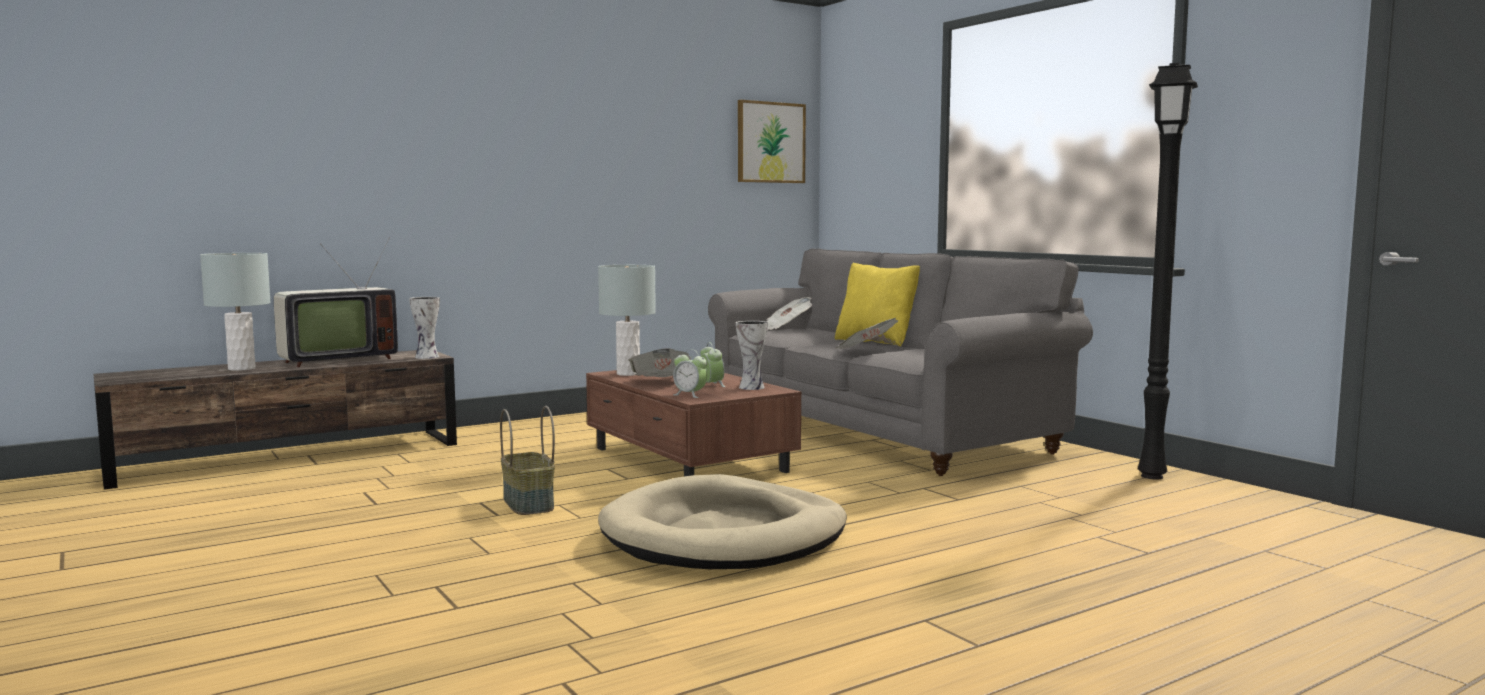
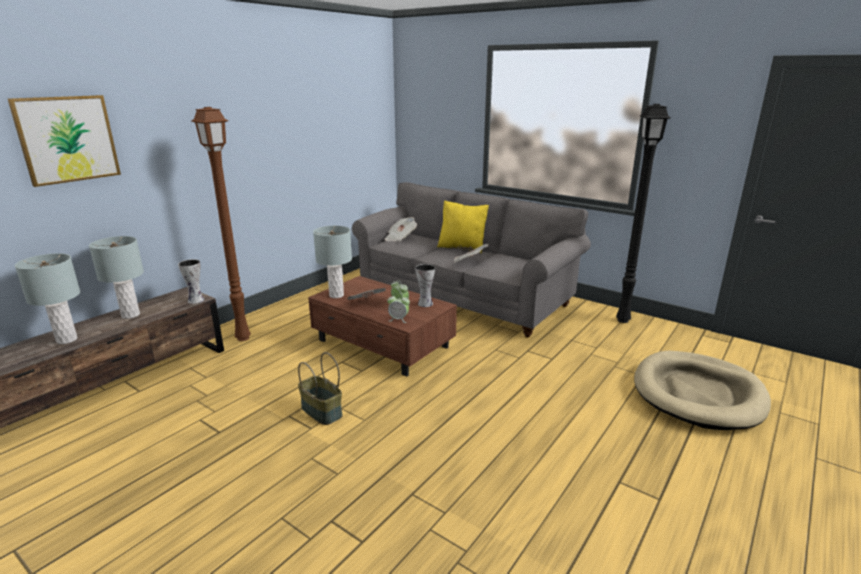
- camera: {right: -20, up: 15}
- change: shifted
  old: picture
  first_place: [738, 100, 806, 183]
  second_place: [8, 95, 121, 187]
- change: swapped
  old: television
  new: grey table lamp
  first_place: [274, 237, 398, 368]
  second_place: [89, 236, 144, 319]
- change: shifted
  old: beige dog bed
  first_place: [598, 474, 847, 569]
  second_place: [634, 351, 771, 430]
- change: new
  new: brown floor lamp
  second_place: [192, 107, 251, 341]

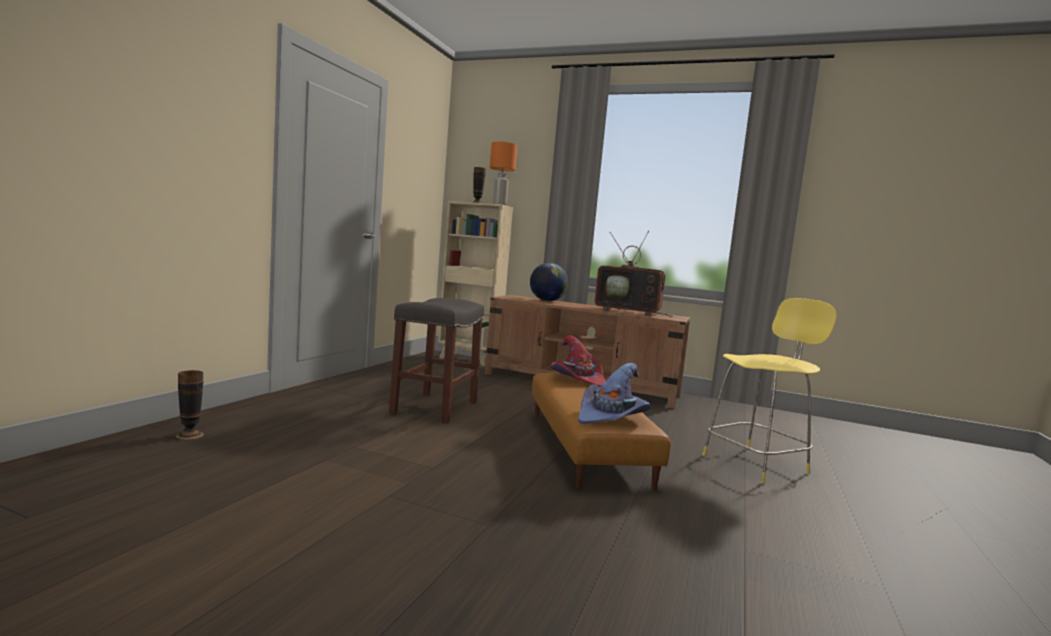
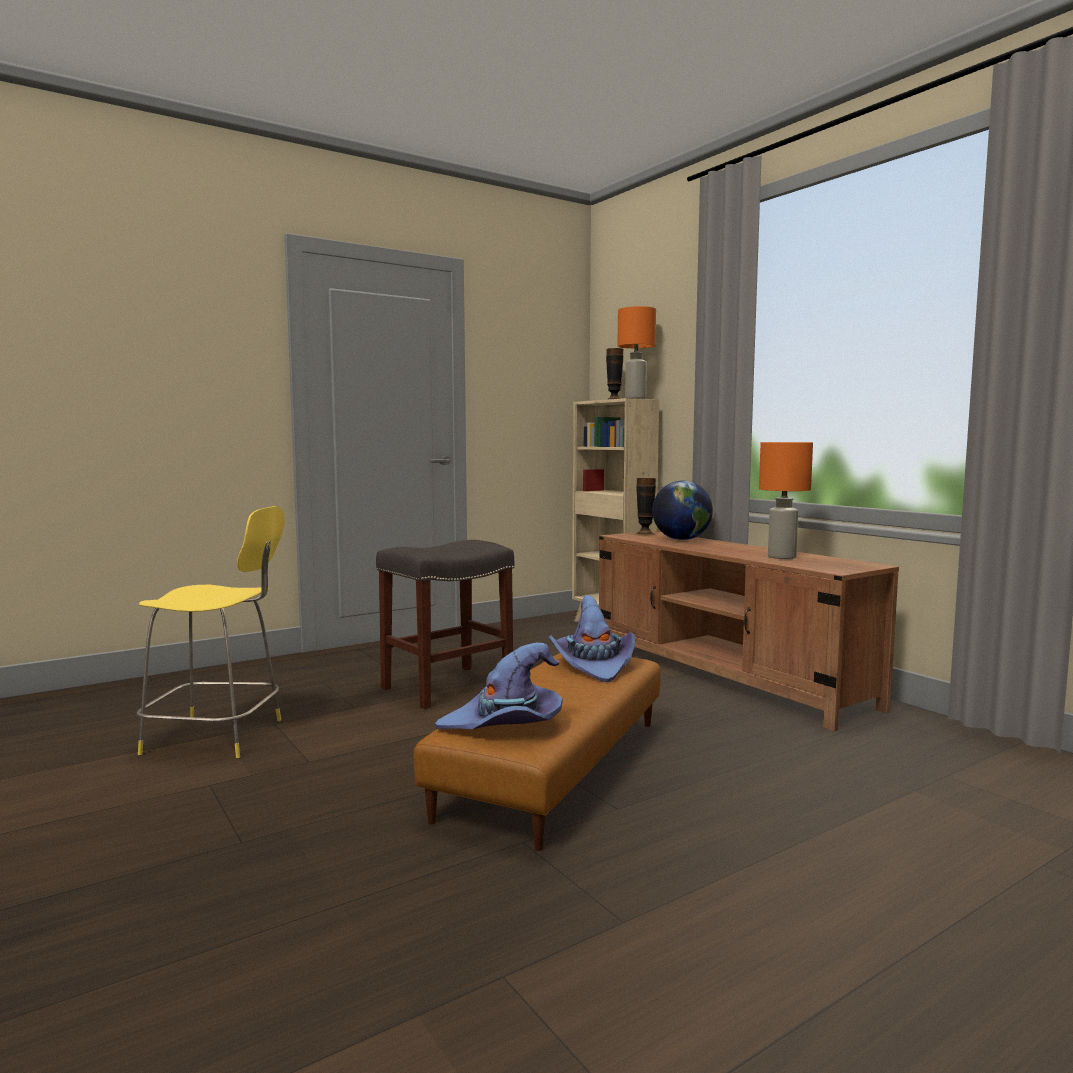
- camera: {right: 35, up: 0}
- change: swapped
  old: television
  new: orange table lamp
  first_place: [595, 231, 673, 317]
  second_place: [759, 442, 813, 559]
- change: shifted
  old: yellow stool
  first_place: [702, 298, 837, 483]
  second_place: [137, 506, 285, 758]
- change: repainted
  old: red hat
  new: purple hat
  first_place: [551, 335, 606, 387]
  second_place: [548, 595, 635, 682]
- change: shifted
  old: vase
  first_place: [176, 370, 204, 440]
  second_place: [635, 478, 656, 536]

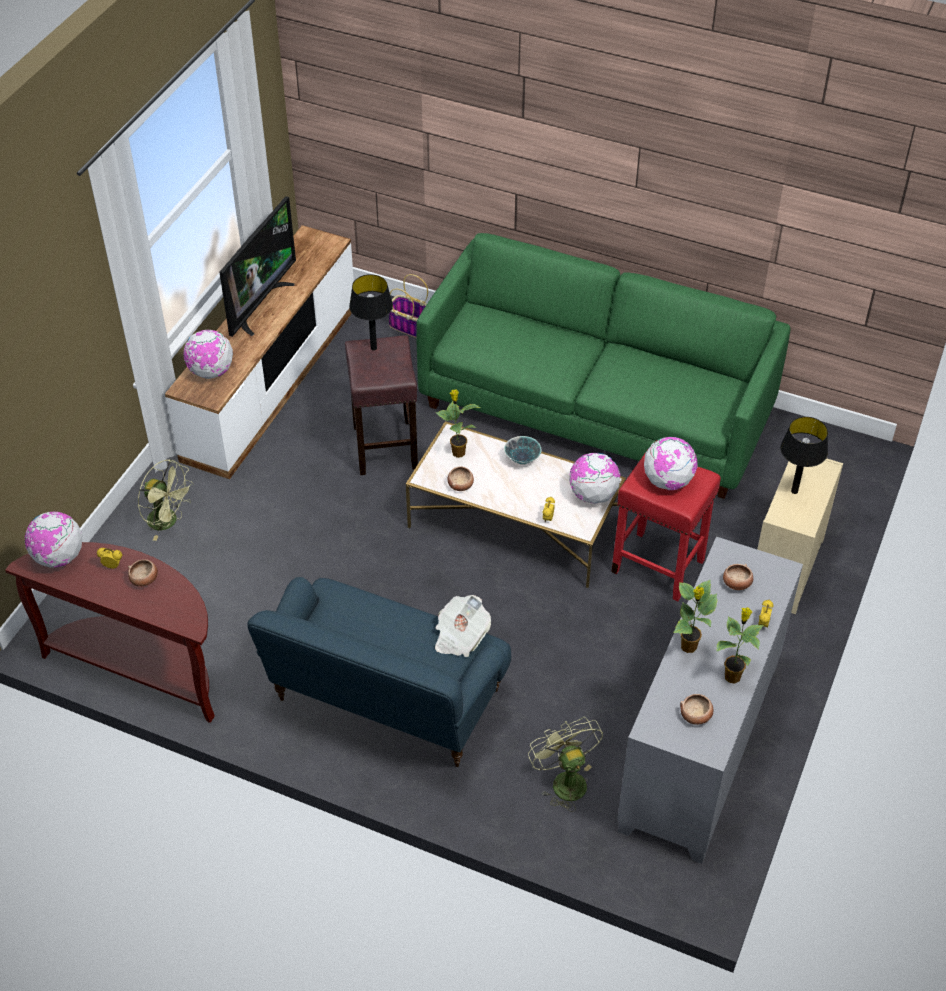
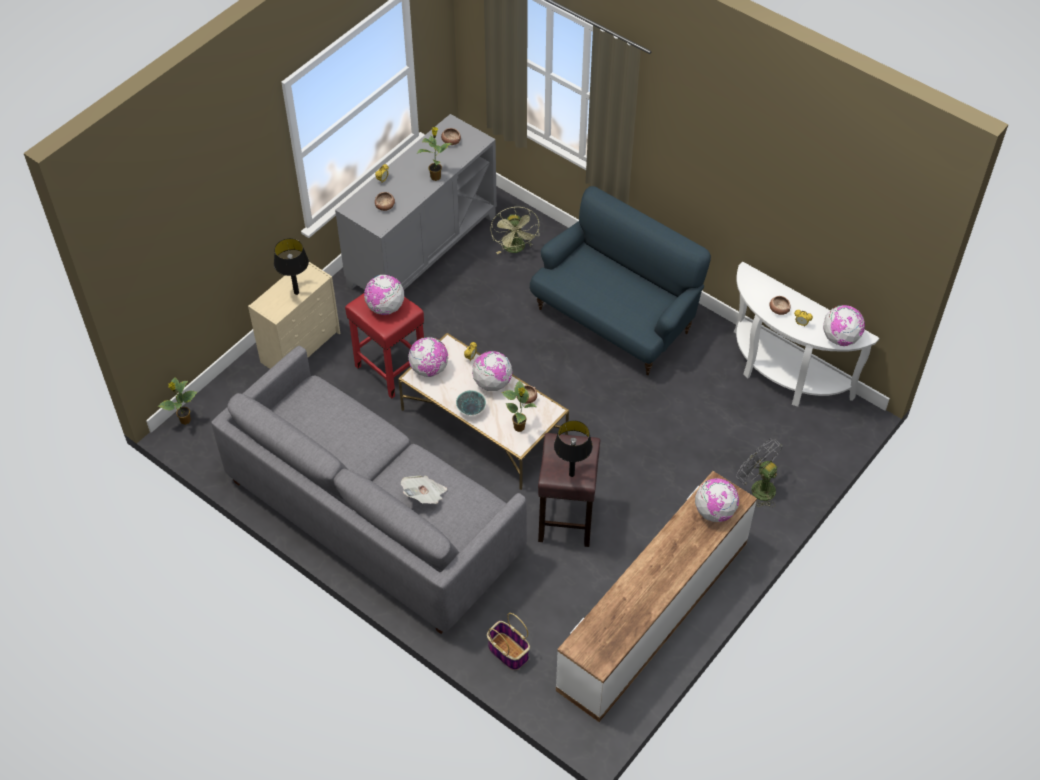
- camera: {right: -165, up: 5}
- change: gone
  old: television
  first_place: [219, 196, 296, 337]
- change: repainted
  old: green sofa
  new: grey sofa
  first_place: [416, 233, 790, 499]
  second_place: [211, 346, 527, 634]
- change: repainted
  old: green fan
  new: grey fan
  first_place: [138, 459, 194, 541]
  second_place: [736, 439, 783, 507]
- change: repainted
  old: brown console table
  new: white console table
  first_place: [5, 542, 215, 723]
  second_place: [734, 261, 879, 407]
- change: shifted
  old: newspaper
  first_place: [435, 595, 491, 657]
  second_place: [401, 476, 447, 504]
- change: shifted
  old: potted plant
  first_place: [716, 607, 764, 684]
  second_place: [158, 377, 197, 425]
- change: new
  new: globe
  second_place: [472, 351, 512, 391]

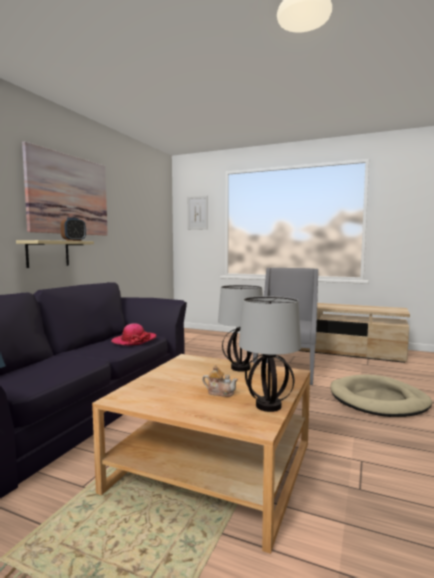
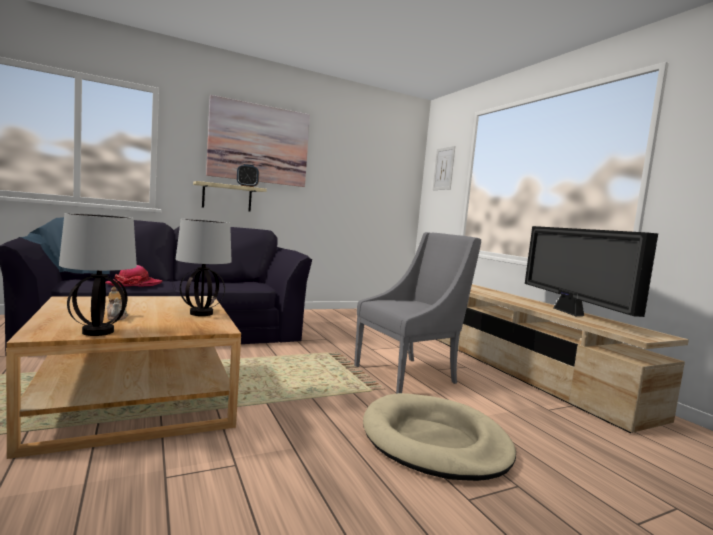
- camera: {right: 40, up: 0}
- change: shifted
  old: hat
  first_place: [111, 323, 156, 346]
  second_place: [105, 265, 162, 287]
- change: new
  new: television
  second_place: [525, 226, 658, 317]

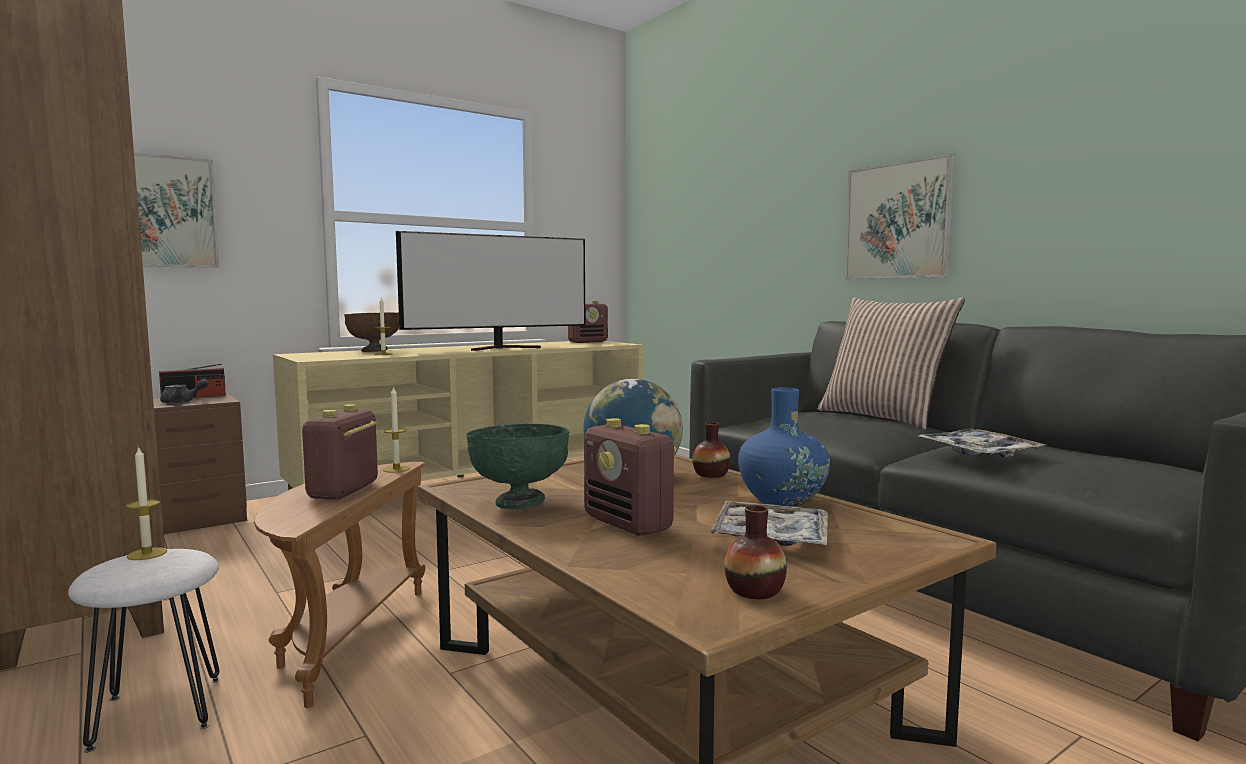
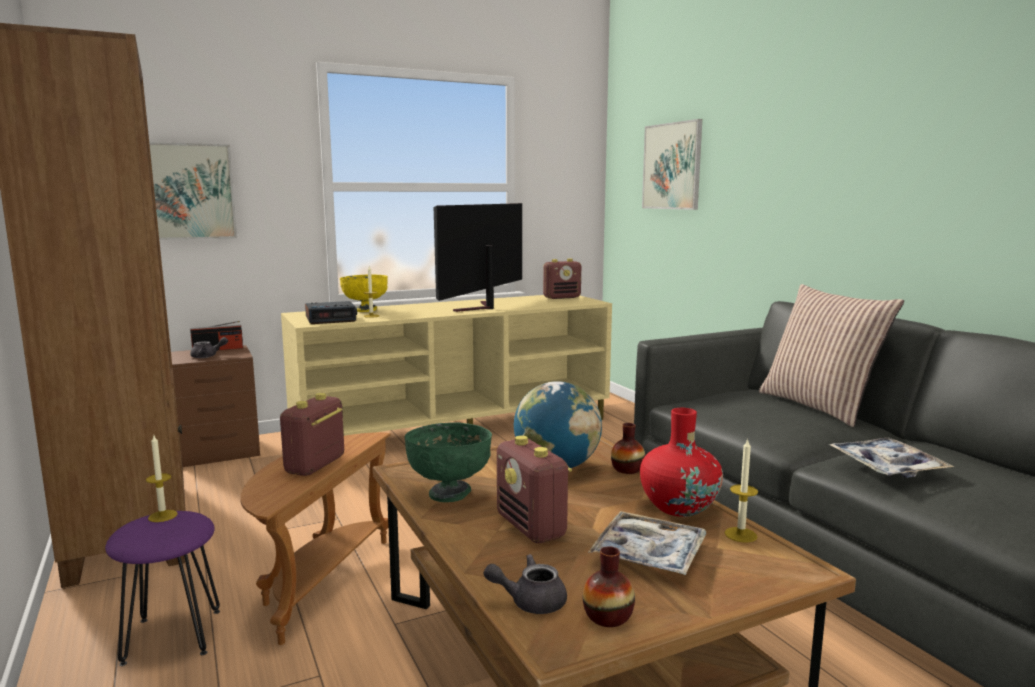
- camera: {right: 10, up: 5}
- change: shifted
  old: picture
  first_place: [845, 154, 955, 279]
  second_place: [642, 119, 702, 210]
- change: rotated
  old: television
  first_place: [396, 231, 585, 351]
  second_place: [434, 203, 522, 312]
  degrees: 135
- change: repainted
  old: brown bowl
  new: yellow bowl
  first_place: [344, 312, 399, 352]
  second_place: [340, 274, 388, 312]
- change: shifted
  old: candle
  first_place: [383, 386, 410, 473]
  second_place: [725, 438, 758, 543]
- change: repainted
  old: blue vase
  new: red vase
  first_place: [738, 387, 830, 507]
  second_place: [640, 408, 723, 517]
- change: repainted
  old: white stool
  new: purple stool
  first_place: [68, 549, 220, 752]
  second_place: [105, 511, 220, 666]
- change: new
  new: alarm clock
  second_place: [305, 301, 357, 324]
- change: new
  new: grey teapot
  second_place: [484, 554, 567, 614]

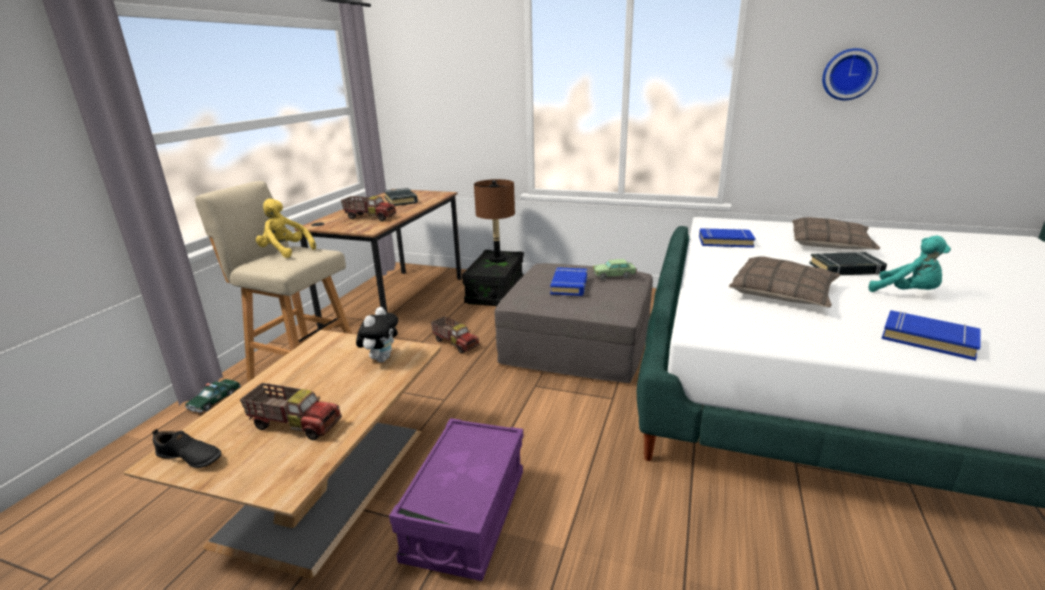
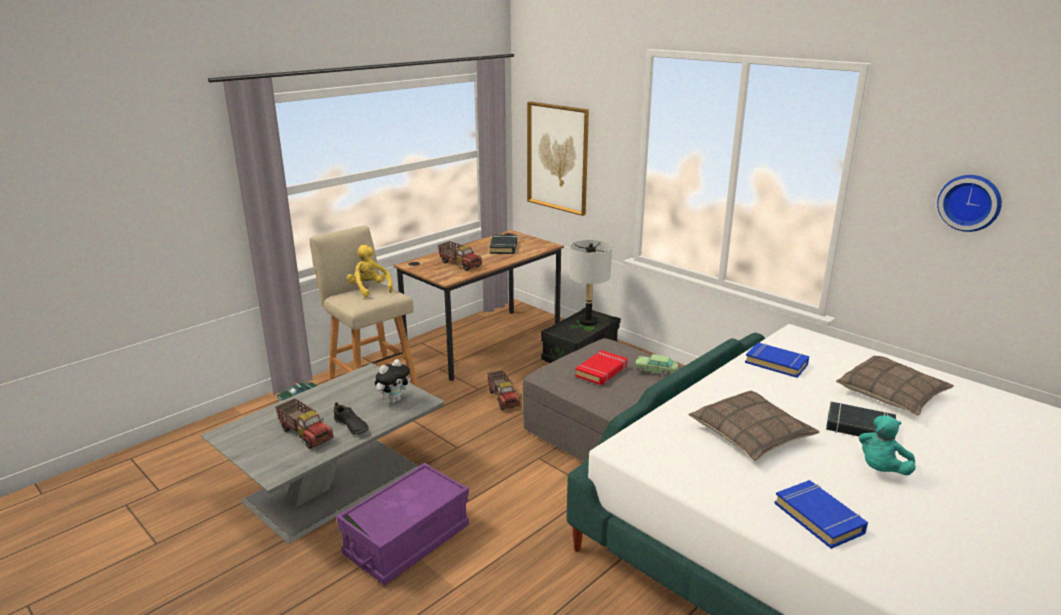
- camera: {right: 25, up: 0}
- change: repainted
  old: brown table lamp
  new: grey table lamp
  first_place: [474, 179, 515, 263]
  second_place: [570, 240, 612, 326]
- change: rotated
  old: turquoise plush toy
  first_place: [869, 236, 951, 292]
  second_place: [859, 416, 916, 475]
  degrees: 60
- change: repainted
  old: blue book
  new: red book
  first_place: [550, 267, 588, 296]
  second_place: [575, 350, 627, 385]
- change: repainted
  old: brown coffee table
  new: grey coffee table
  first_place: [123, 330, 442, 579]
  second_place: [201, 363, 445, 544]
- change: shifted
  old: black shoe
  first_place: [152, 429, 221, 468]
  second_place: [334, 402, 369, 434]
- change: new
  new: picture
  second_place: [527, 102, 589, 216]

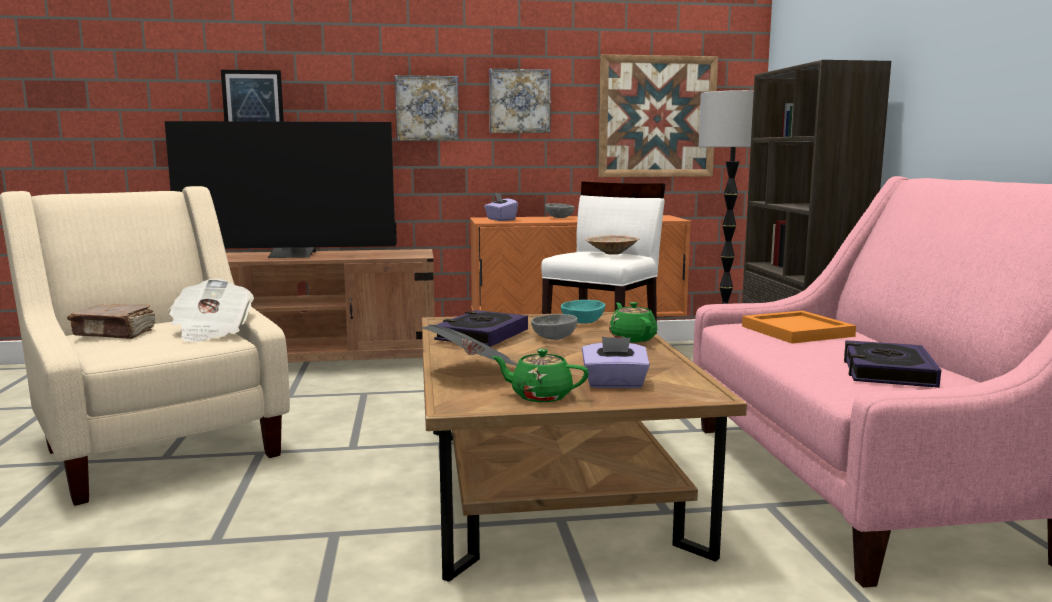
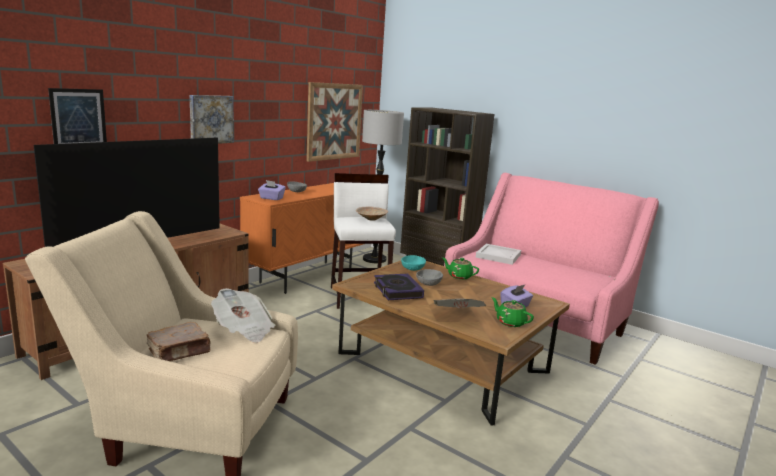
- camera: {right: -45, up: 5}
- change: gone
  old: picture
  first_place: [489, 69, 551, 133]
- change: repainted
  old: orange tray
  new: white tray
  first_place: [742, 311, 856, 343]
  second_place: [476, 244, 521, 265]
- change: gone
  old: book
  first_place: [844, 340, 941, 388]
- change: rotated
  old: green teapot
  first_place: [491, 349, 589, 402]
  second_place: [492, 297, 534, 327]
  degrees: 75

